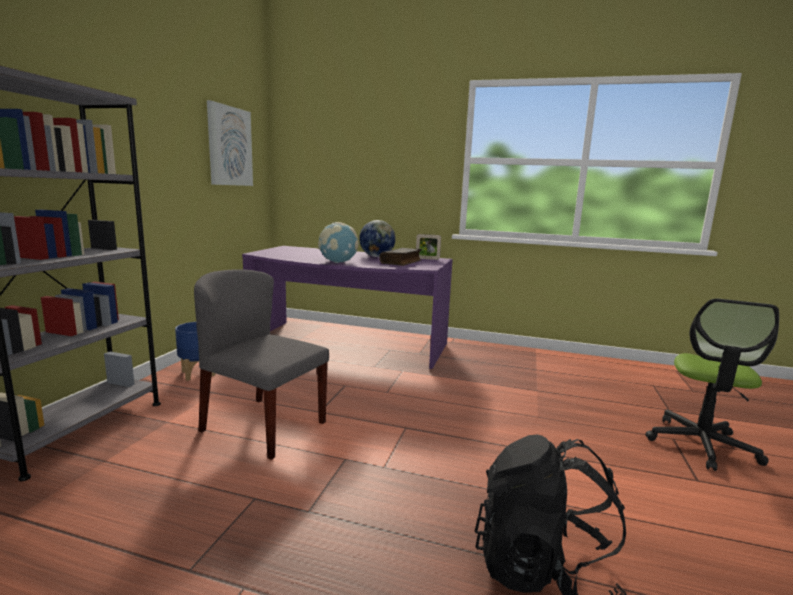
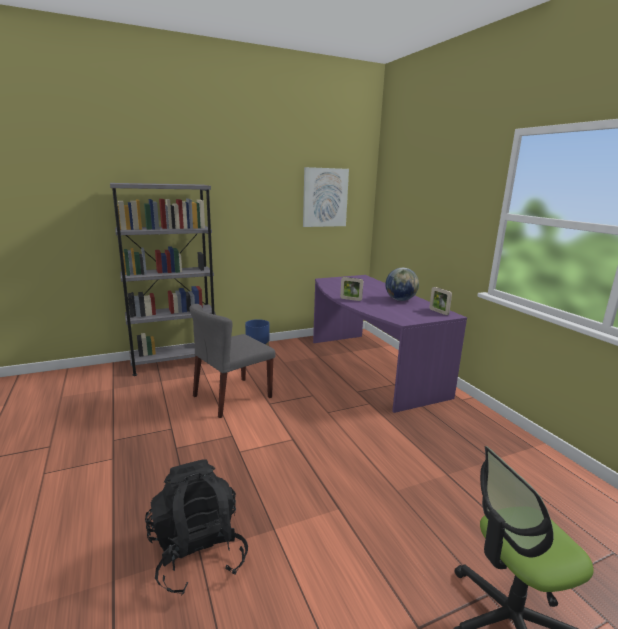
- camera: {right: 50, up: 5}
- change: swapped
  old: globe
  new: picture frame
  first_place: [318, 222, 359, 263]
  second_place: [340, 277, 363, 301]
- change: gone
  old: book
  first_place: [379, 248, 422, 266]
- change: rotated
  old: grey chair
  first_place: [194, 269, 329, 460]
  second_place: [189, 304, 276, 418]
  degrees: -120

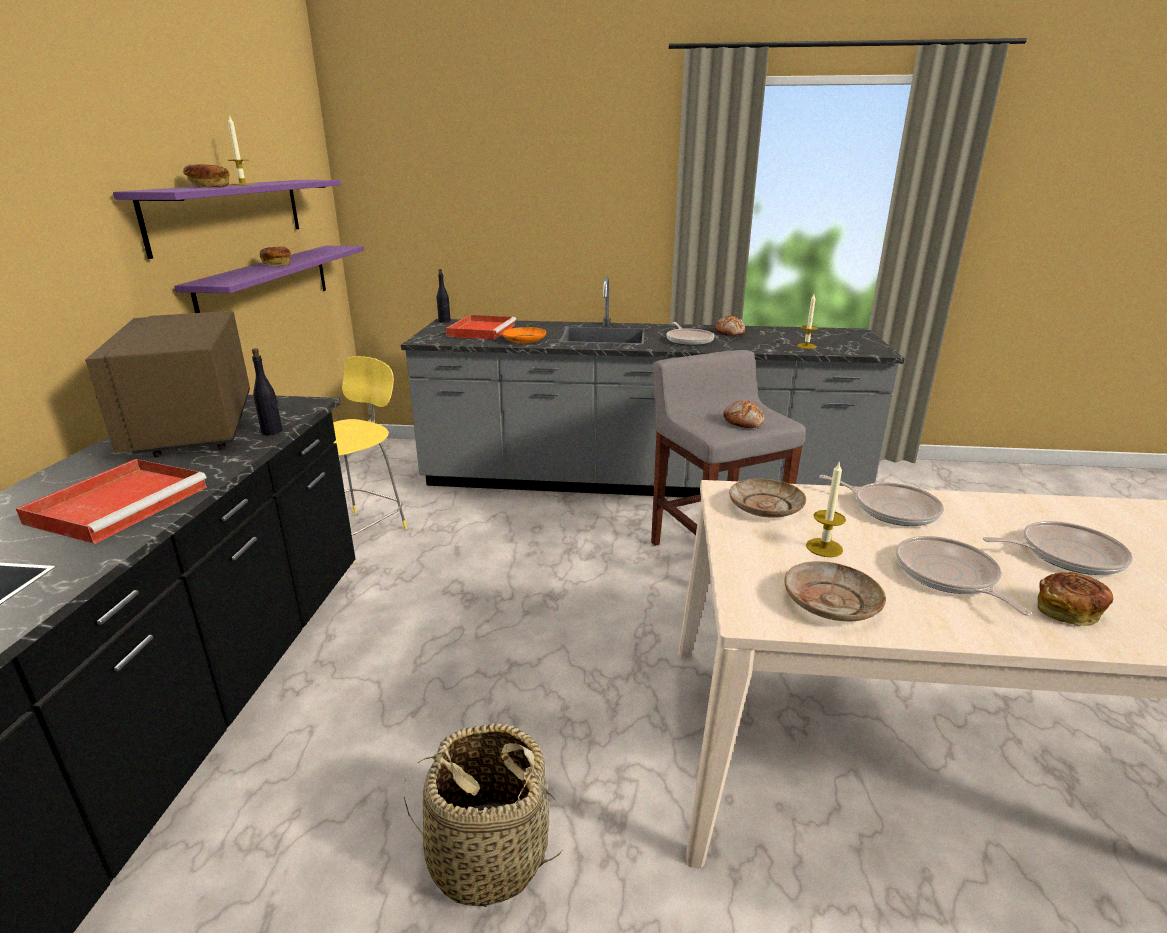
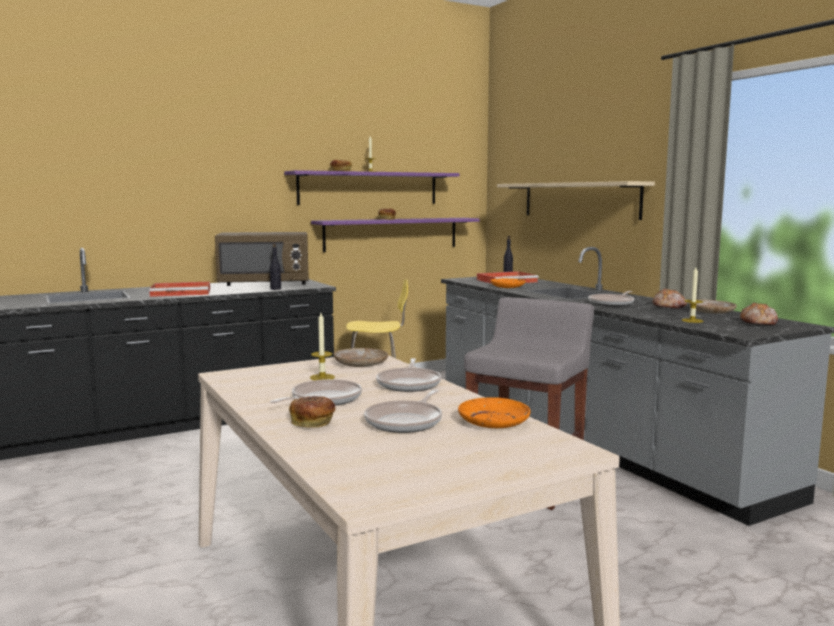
- camera: {right: 55, up: -15}
- change: rotated
  old: brown microwave
  first_place: [85, 311, 250, 457]
  second_place: [215, 232, 309, 286]
  degrees: -135
- change: shifted
  old: bread
  first_place: [724, 401, 765, 428]
  second_place: [740, 302, 778, 325]
- change: rotated
  old: frying pan
  first_place: [983, 521, 1133, 575]
  second_place: [364, 390, 442, 433]
  degrees: 60
- change: shifted
  old: beige plate
  first_place: [784, 561, 886, 621]
  second_place: [689, 300, 737, 314]
- change: gone
  old: basket
  first_place: [404, 723, 562, 907]
- change: new
  new: beige shelf
  second_place: [497, 181, 655, 220]
- change: new
  new: orange plate
  second_place: [458, 397, 530, 428]

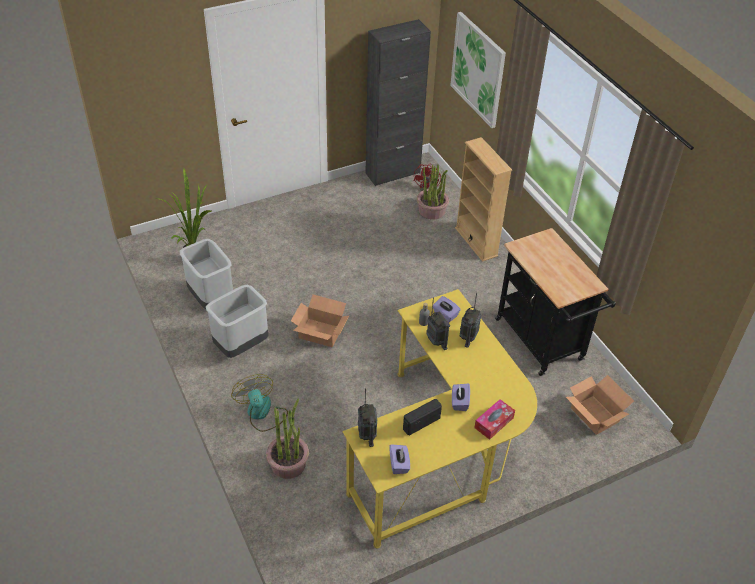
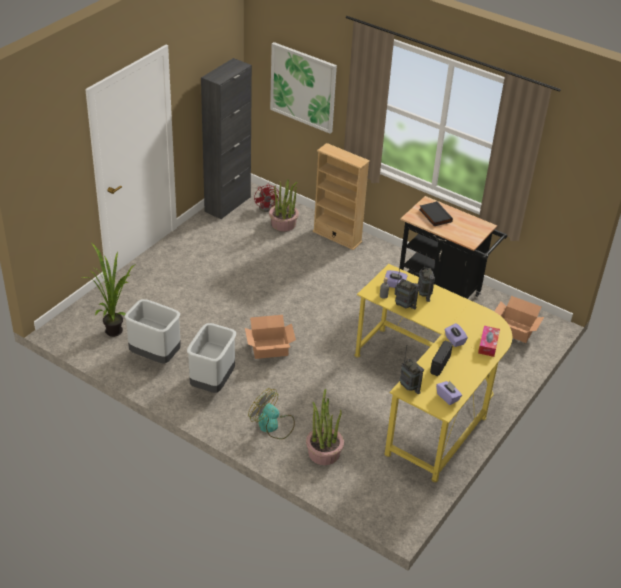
- camera: {right: -30, up: -5}
- change: new
  new: black book
  second_place: [419, 201, 453, 226]

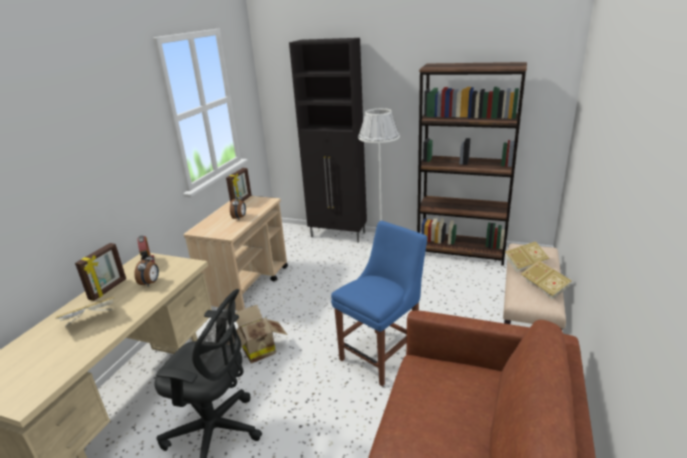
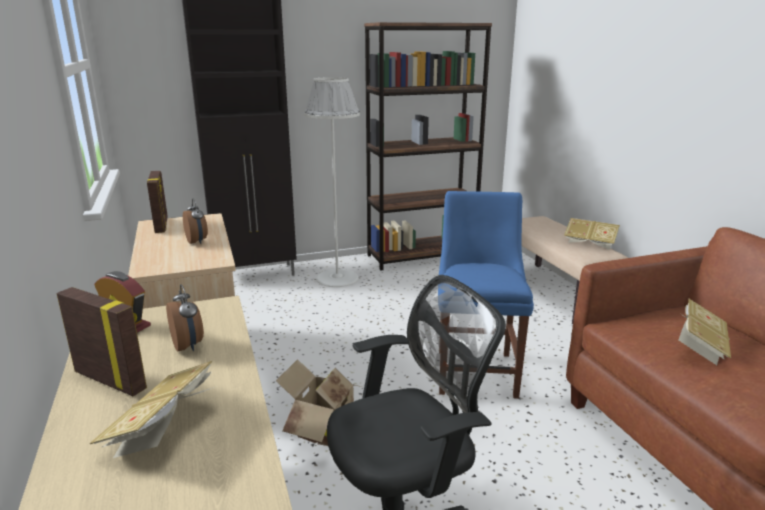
- camera: {right: -40, up: -5}
- change: shifted
  old: book
  first_place: [505, 241, 550, 272]
  second_place: [679, 299, 731, 365]
- change: rotated
  old: picture frame
  first_place: [75, 243, 126, 301]
  second_place: [57, 287, 147, 396]
  degrees: -45

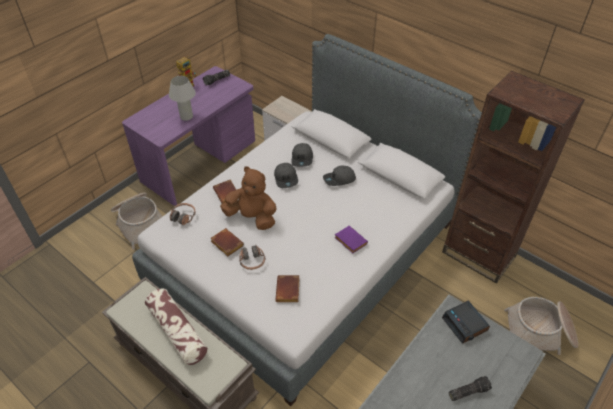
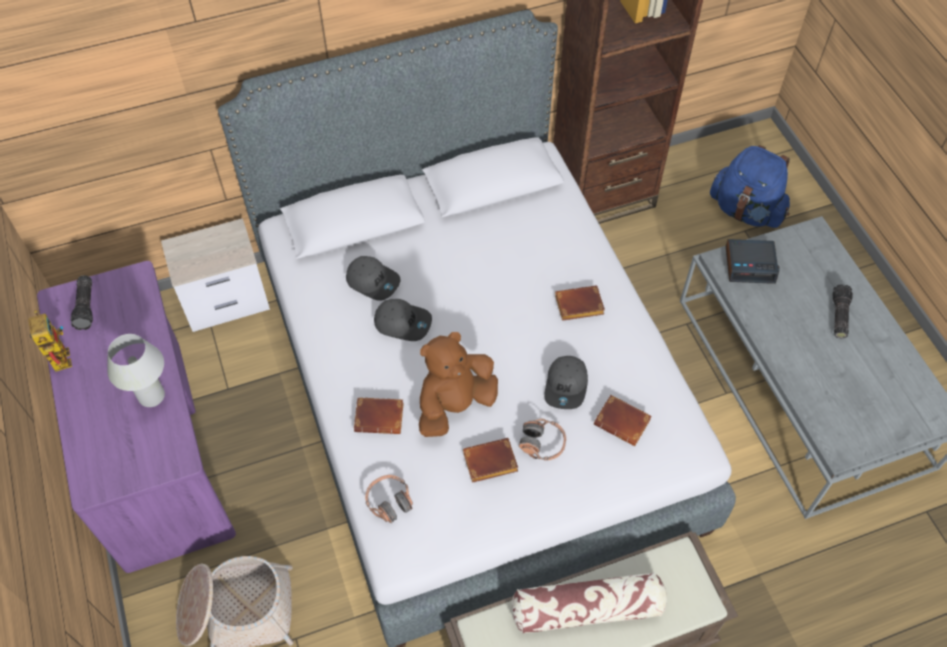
- camera: {right: -60, up: 10}
- change: shifted
  old: grey cap
  first_place: [323, 166, 356, 186]
  second_place: [544, 356, 588, 409]
- change: repainted
  old: purple book
  new: brown book
  first_place: [334, 226, 368, 253]
  second_place: [555, 285, 605, 321]
- change: swapped
  old: basket
  new: blue backpack
  first_place: [504, 297, 578, 355]
  second_place: [710, 145, 790, 228]

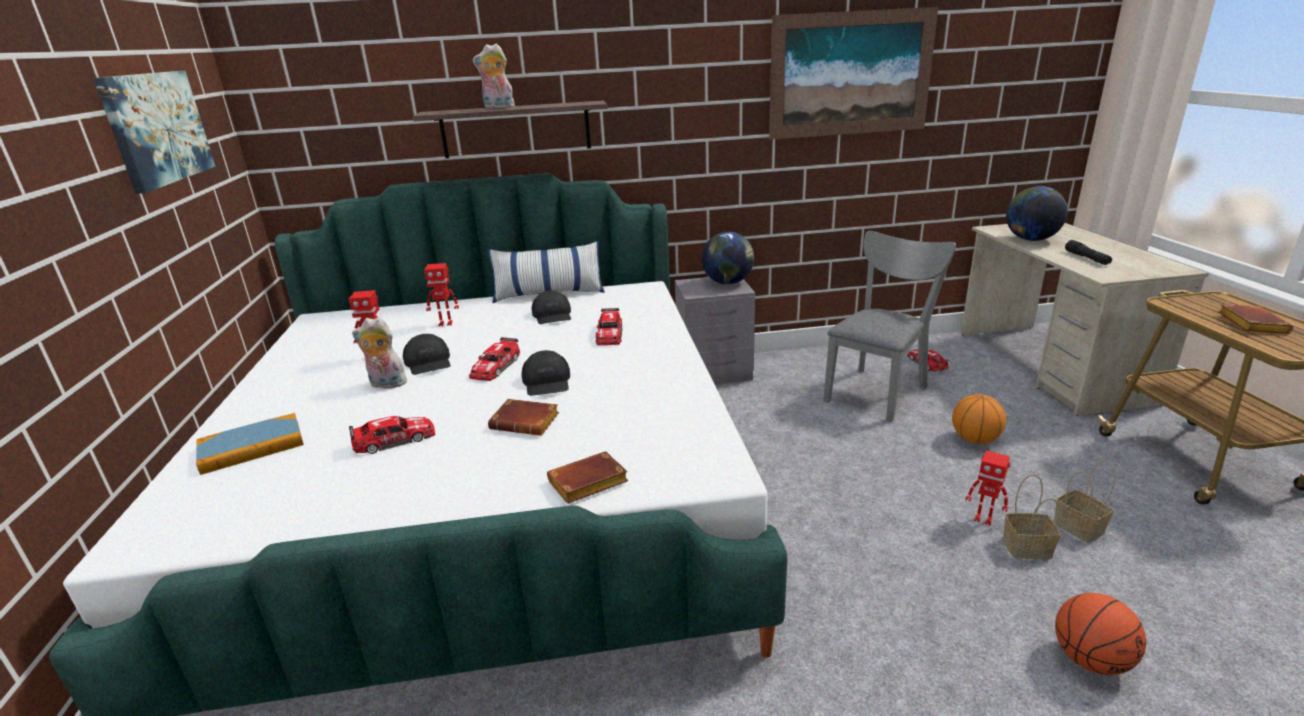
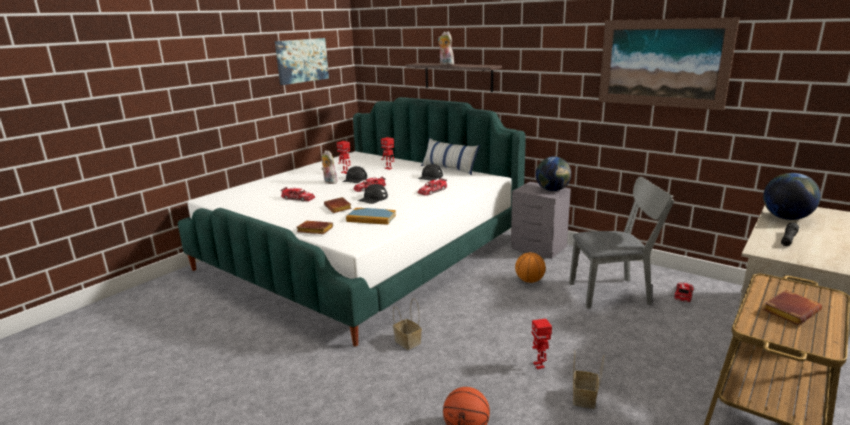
- camera: {right: 45, up: -5}
- change: shifted
  old: basketball
  first_place: [952, 394, 1006, 444]
  second_place: [515, 252, 546, 283]
- change: shifted
  old: book
  first_place: [196, 413, 304, 475]
  second_place: [346, 208, 396, 225]
- change: shifted
  old: basket
  first_place: [1003, 474, 1061, 559]
  second_place: [393, 299, 422, 350]

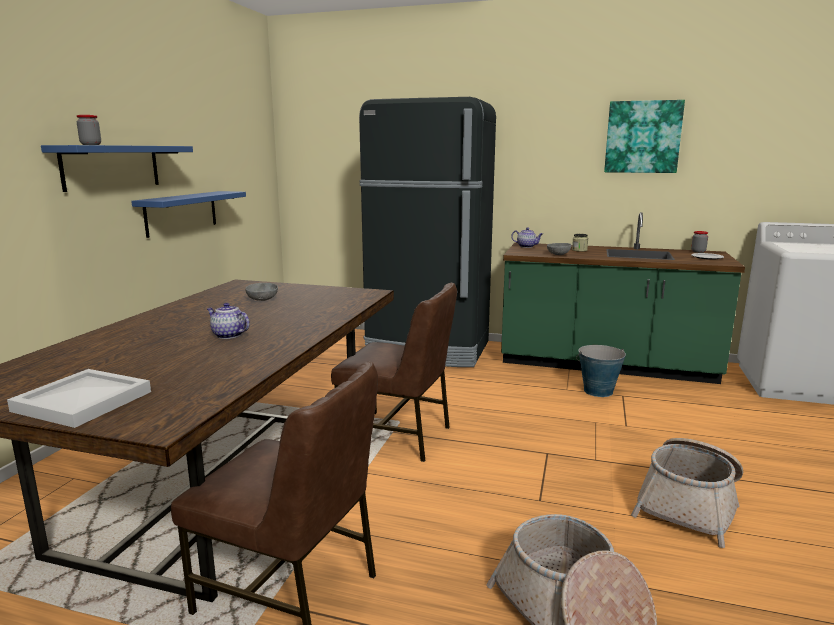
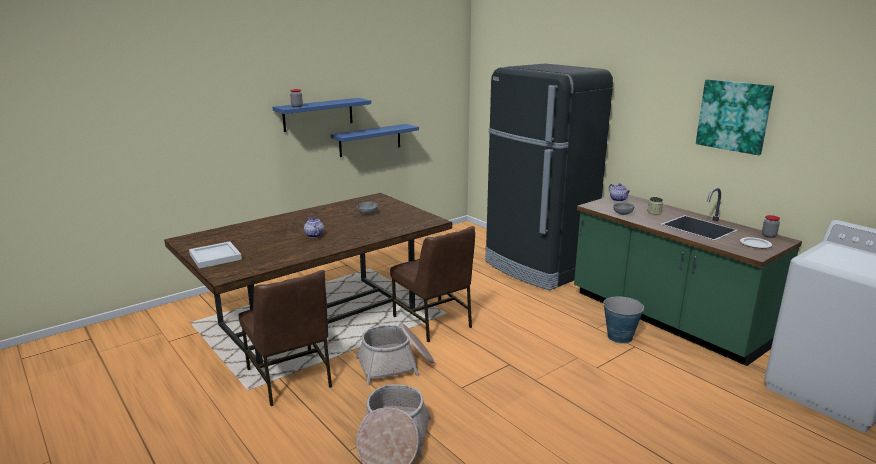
- camera: {right: 35, up: 5}
- change: shifted
  old: basket
  first_place: [631, 438, 743, 548]
  second_place: [356, 324, 434, 385]

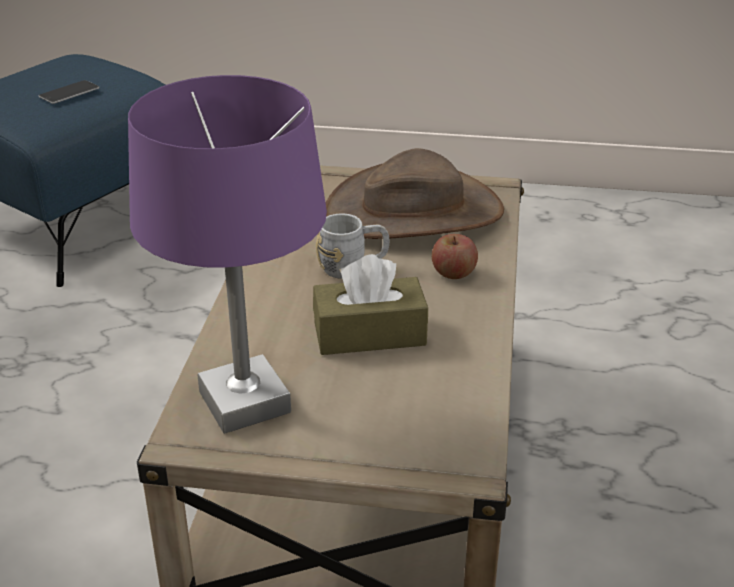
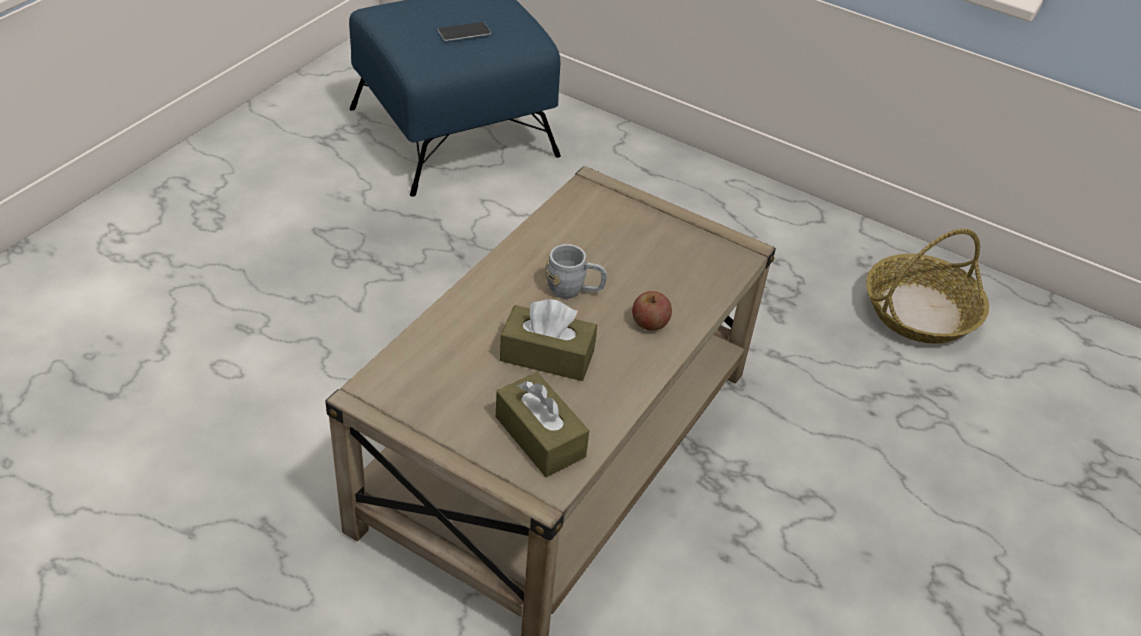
- camera: {right: 20, up: 10}
- change: gone
  old: purple table lamp
  first_place: [128, 75, 327, 434]
- change: gone
  old: brown hat
  first_place: [326, 148, 504, 239]
- change: new
  new: basket
  second_place: [866, 229, 989, 344]
- change: new
  new: brown tissue box
  second_place: [496, 372, 589, 477]

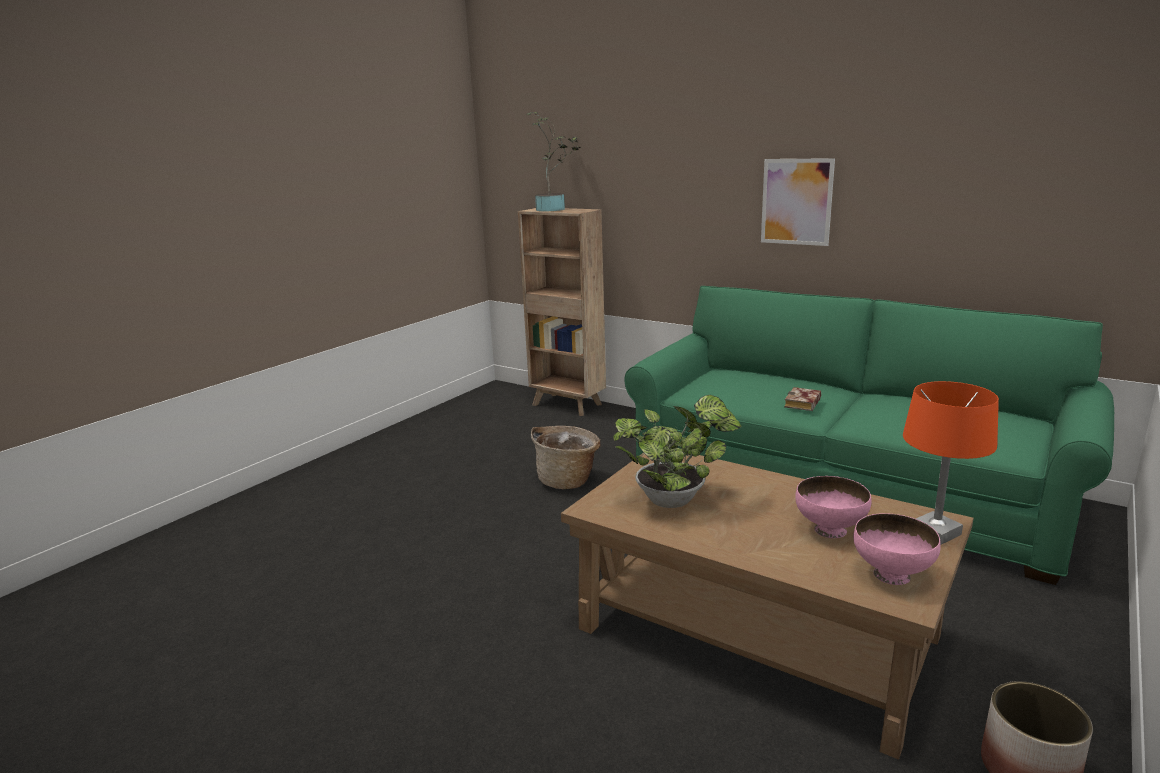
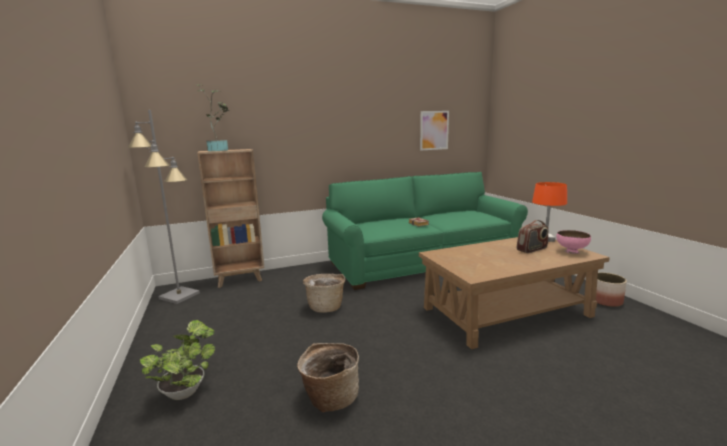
- camera: {right: -55, up: -5}
- change: shifted
  old: picture
  first_place: [761, 158, 835, 246]
  second_place: [420, 111, 449, 150]
- change: shifted
  old: potted plant
  first_place: [613, 395, 741, 508]
  second_place: [140, 320, 215, 400]
- change: swapped
  old: pink bowl
  new: radio
  first_place: [795, 476, 871, 538]
  second_place: [517, 220, 548, 253]
- change: new
  new: grey floor lamp
  second_place: [127, 110, 200, 304]
- change: new
  new: basket
  second_place: [297, 343, 359, 412]

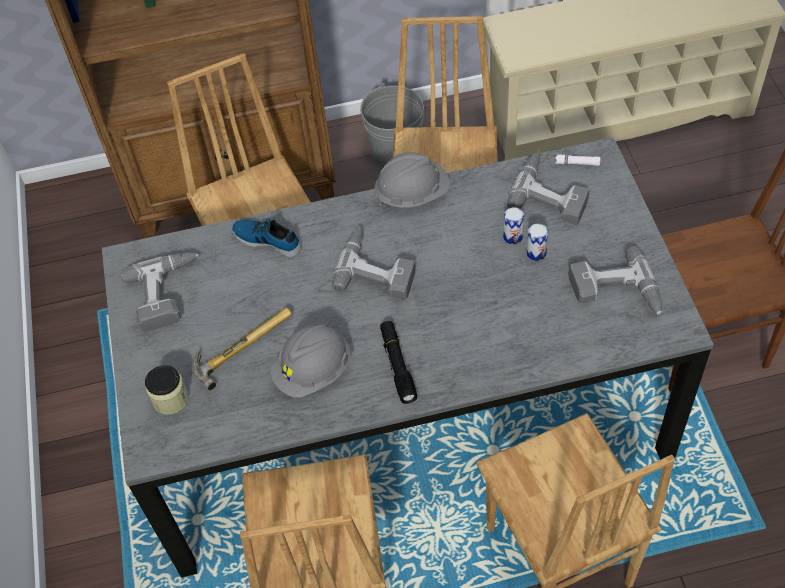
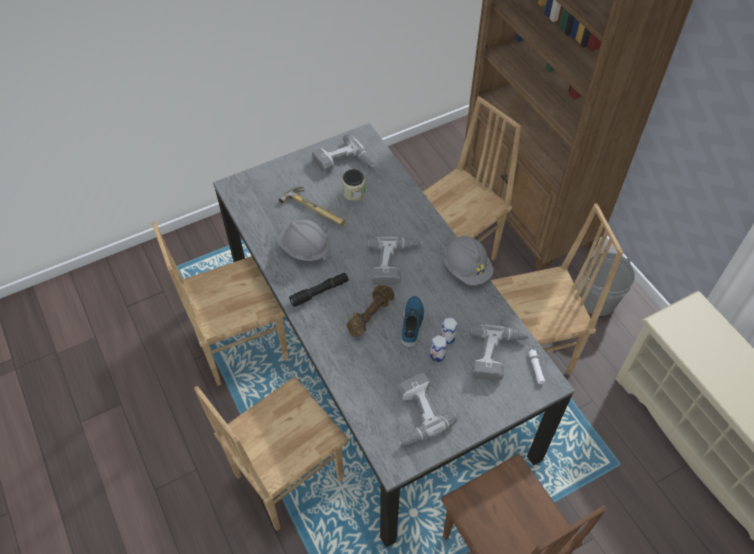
- camera: {right: 70, up: 0}
- change: shifted
  old: shoe
  first_place: [232, 218, 302, 257]
  second_place: [401, 296, 425, 347]
- change: shifted
  old: jar
  first_place: [145, 365, 189, 415]
  second_place: [342, 169, 365, 201]
- change: new
  new: brown dumbbell
  second_place: [347, 285, 394, 337]

